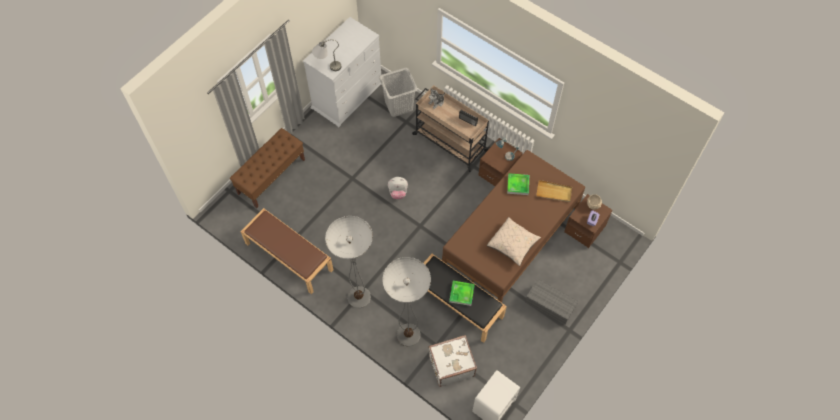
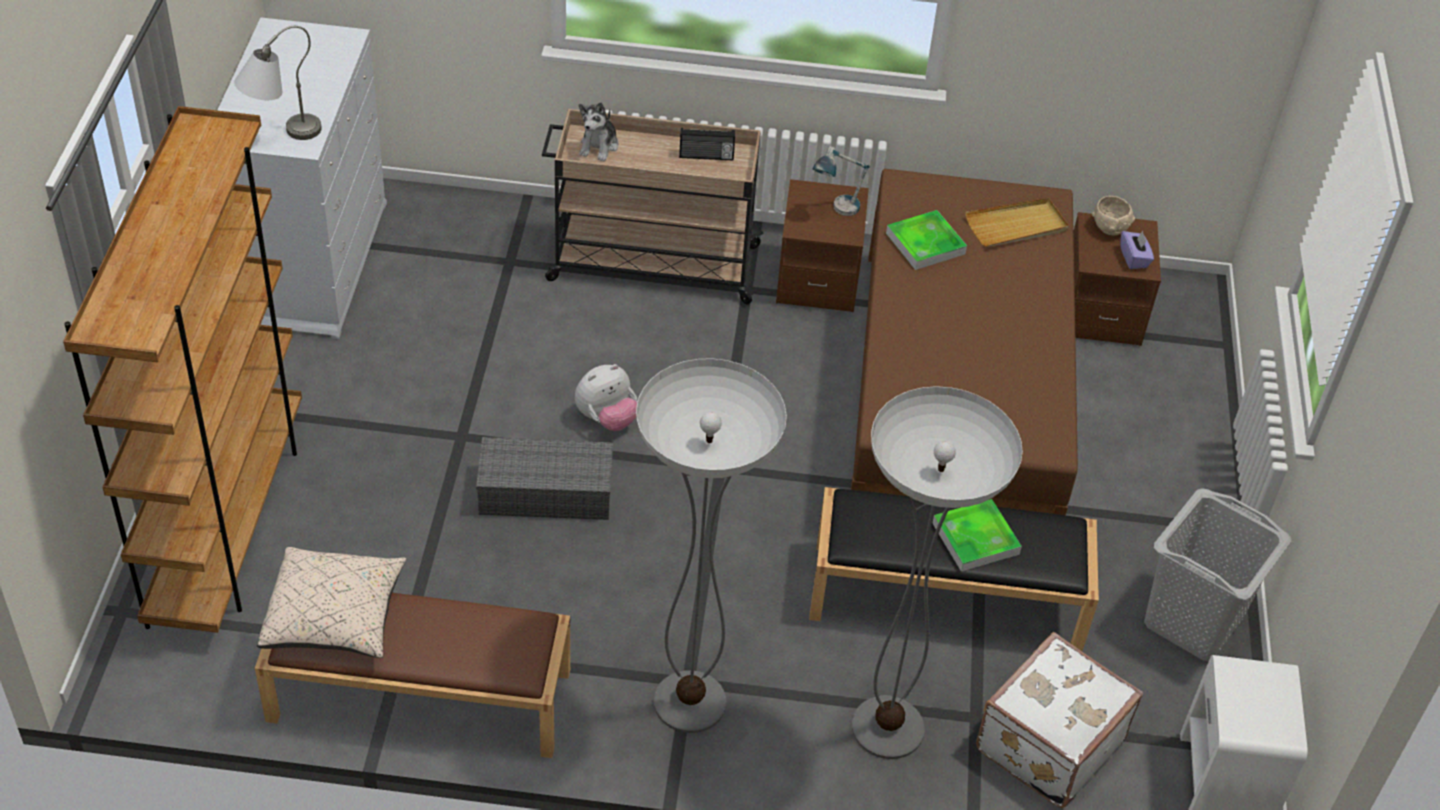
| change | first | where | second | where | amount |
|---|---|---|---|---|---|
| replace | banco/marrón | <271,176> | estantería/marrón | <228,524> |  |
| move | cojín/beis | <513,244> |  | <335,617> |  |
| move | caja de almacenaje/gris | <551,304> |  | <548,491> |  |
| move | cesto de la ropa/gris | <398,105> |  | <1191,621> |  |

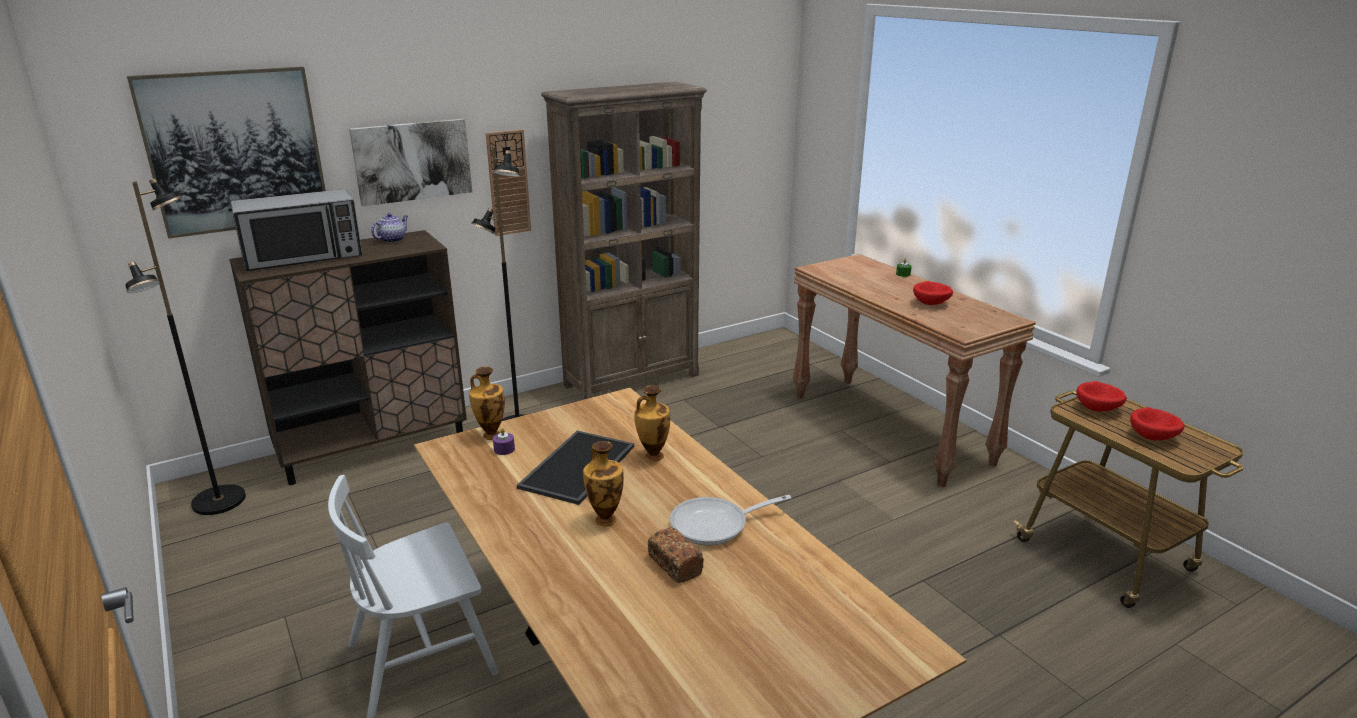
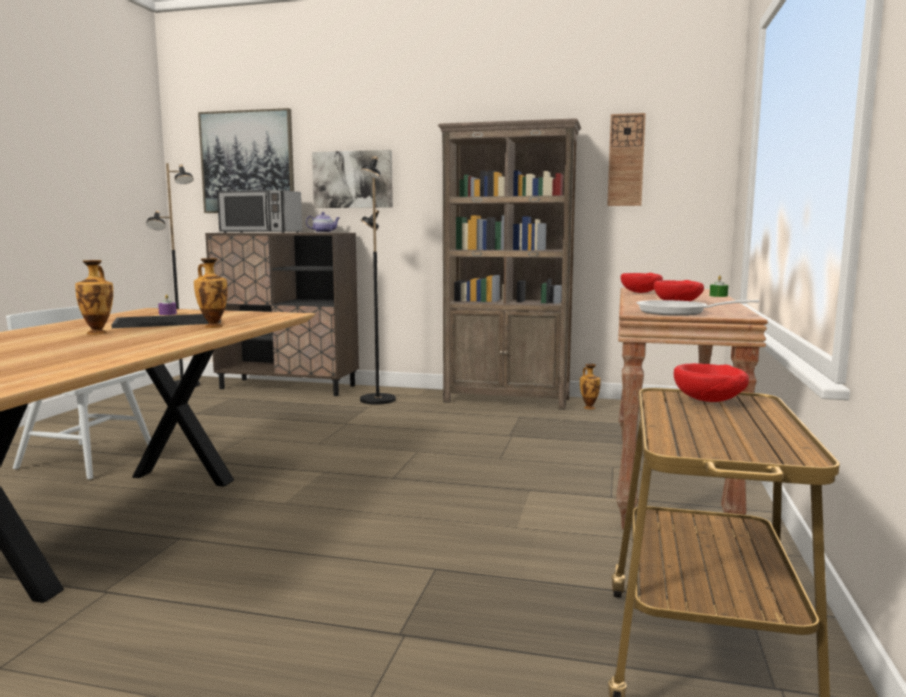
| change | first | where | second | where | amount |
|---|---|---|---|---|---|
| move | florero | <490,435> |  | <589,407> |  |
| move | reloj de pared | <508,183> |  | <626,160> |  |
| move | cuenco/rojo | <1153,437> |  | <641,293> |  |
| move | sartén | <715,525> |  | <678,312> |  |
| delete | pan | <674,565> |  |  |  |

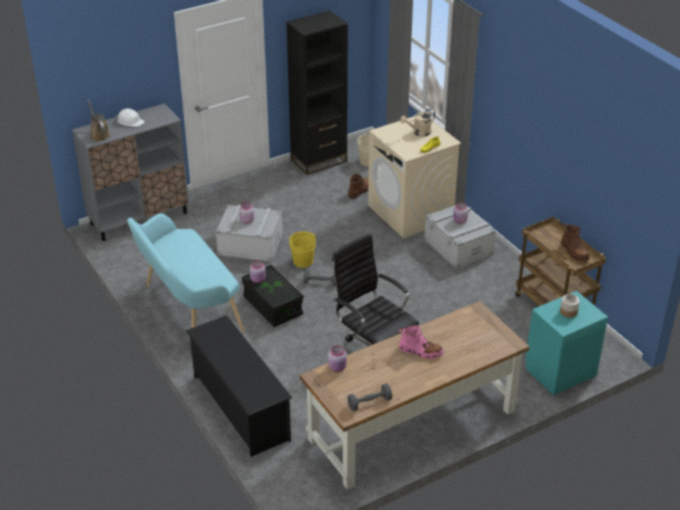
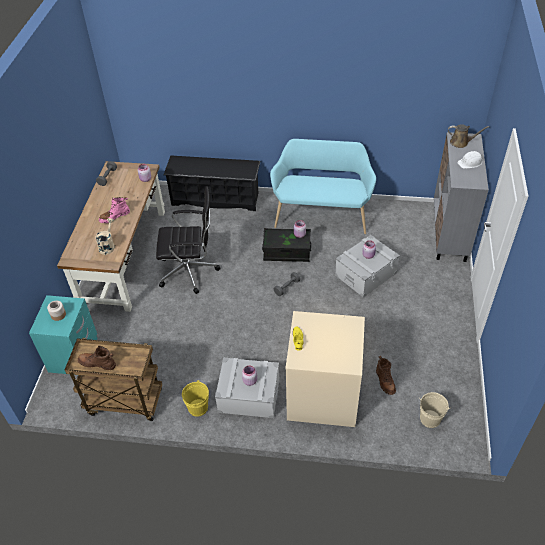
| change | first | where | second | where | amount |
|---|---|---|---|---|---|
| move | regadera/beis | <419,133> |  | <107,246> |  |
| move | cubo/amarillo | <303,261> |  | <198,408> |  |
| delete | estantería/negro | <319,160> |  |  |  |

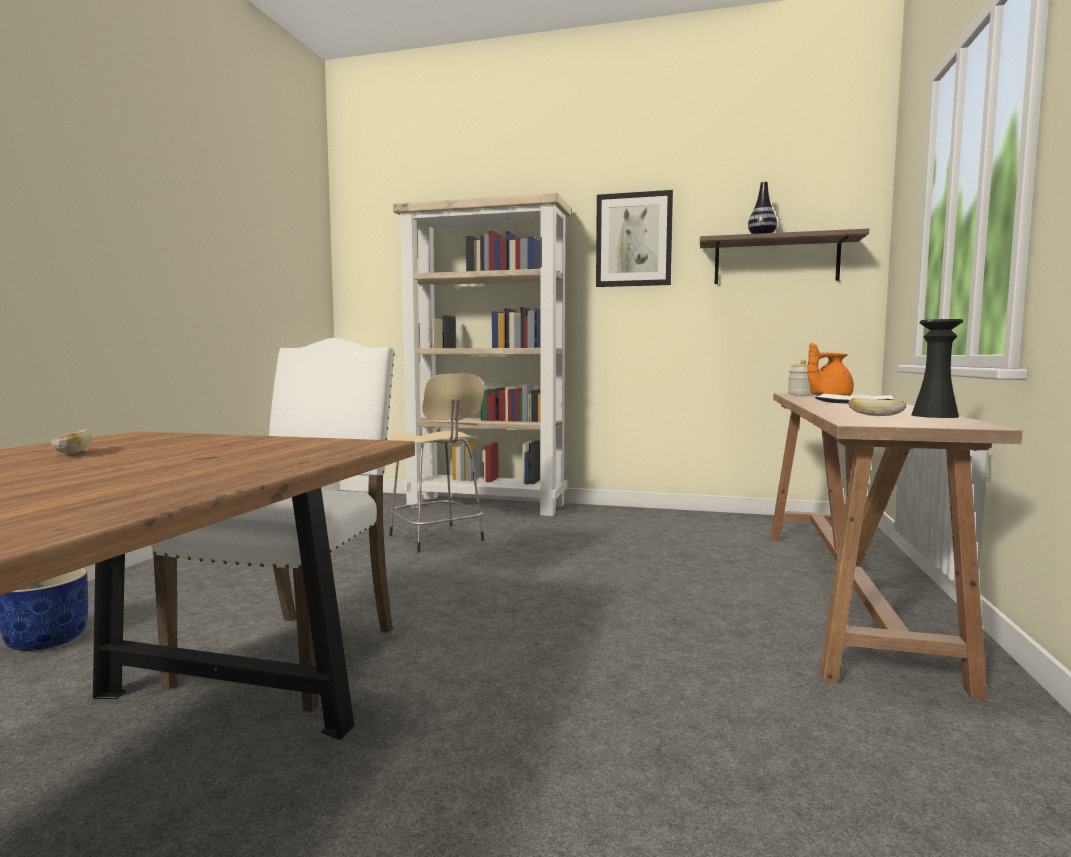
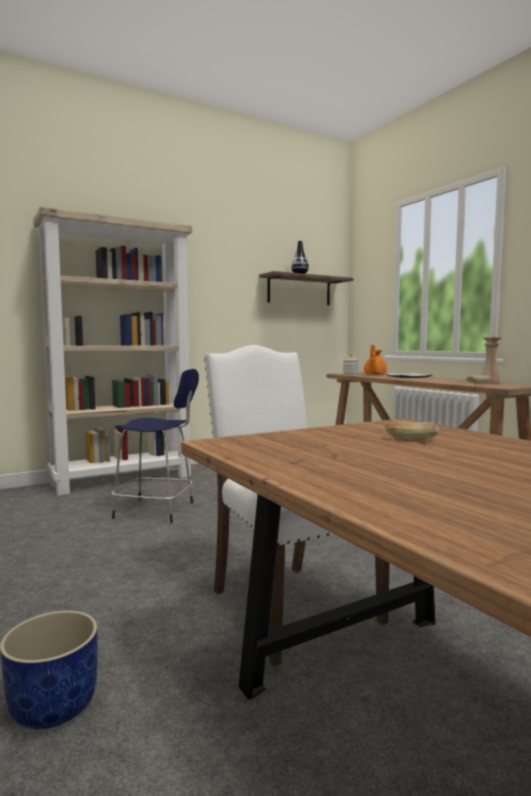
| change | first | where | second | where | amount |
|---|---|---|---|---|---|
| recolor | taburete/beis | <437,539> | taburete/azul | <157,510> |  |
| move | pan | <72,453> |  | <411,439> |  |
| recolor | florero/negro | <934,416> | florero/beis | <489,382> |  |
| delete | cuadro | <634,240> |  |  |  |

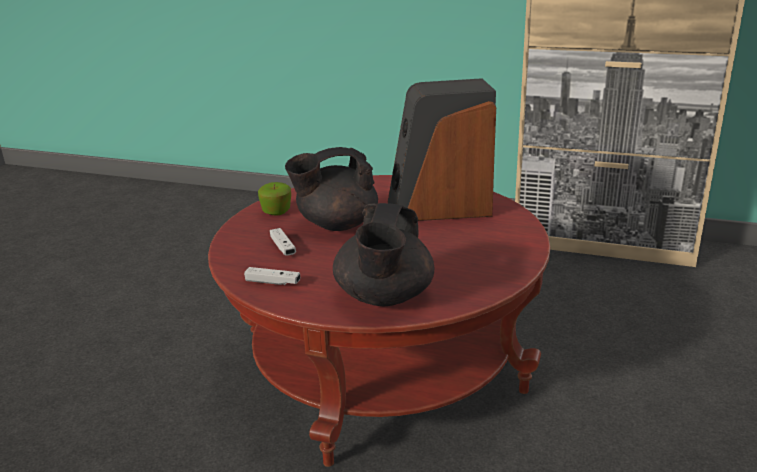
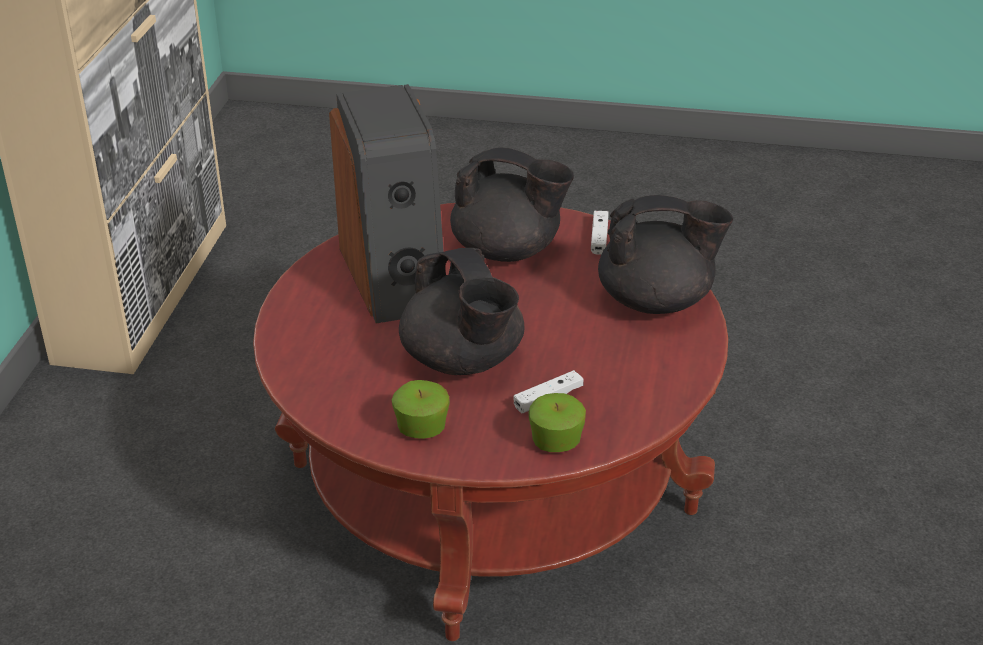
| change | first | where | second | where | amount |
|---|---|---|---|---|---|
| insert |  |  | tetera/negro | <507,250> |  |
| insert |  |  | manzana | <555,442> |  |
| move | mando de consola/blanco | <273,282> |  | <599,238> |  |

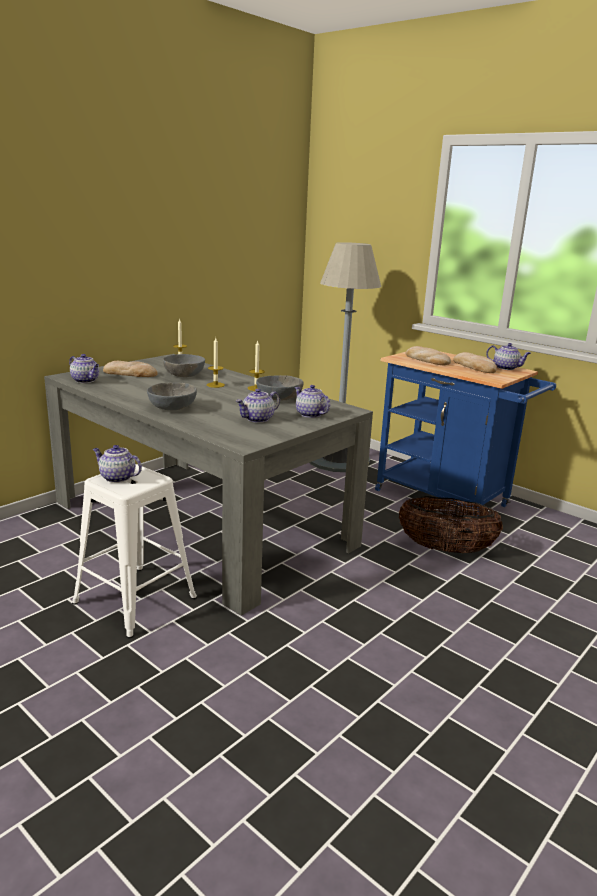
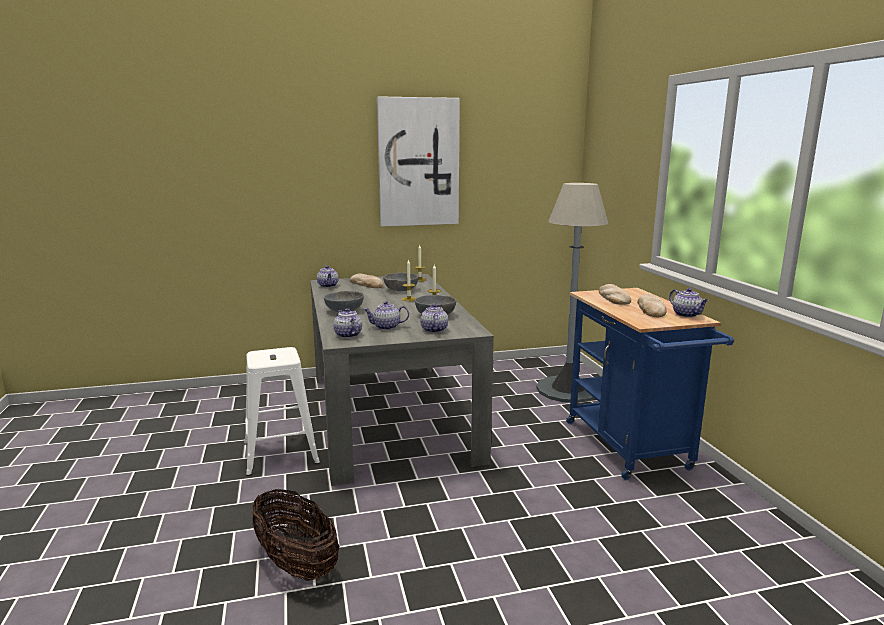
| change | first | where | second | where | amount |
|---|---|---|---|---|---|
| move | cesta | <445,549> |  | <296,564> |  |
| move | tetera | <116,478> |  | <347,335> |  |
| insert |  |  | cuadro | <418,162> |  |

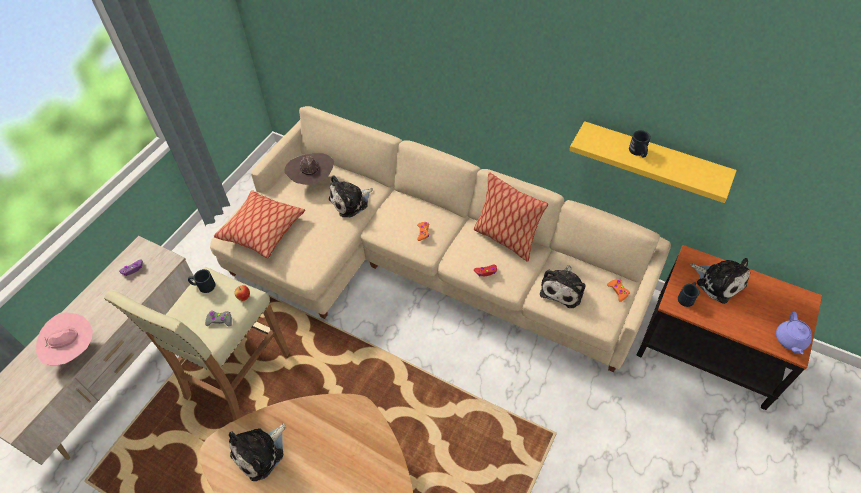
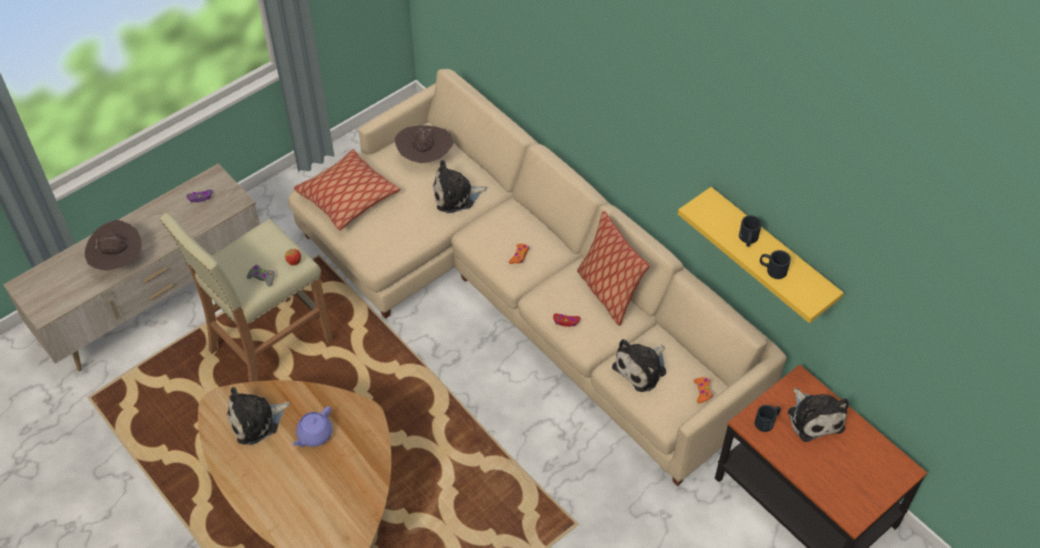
| change | first | where | second | where | amount |
|---|---|---|---|---|---|
| recolor | sombrero/rosa | <74,350> | sombrero/marrón | <119,261> |  |
| move | tetera/morado | <790,340> |  | <314,435> |  |
| move | taza grande/negro | <203,286> |  | <772,269> |  |

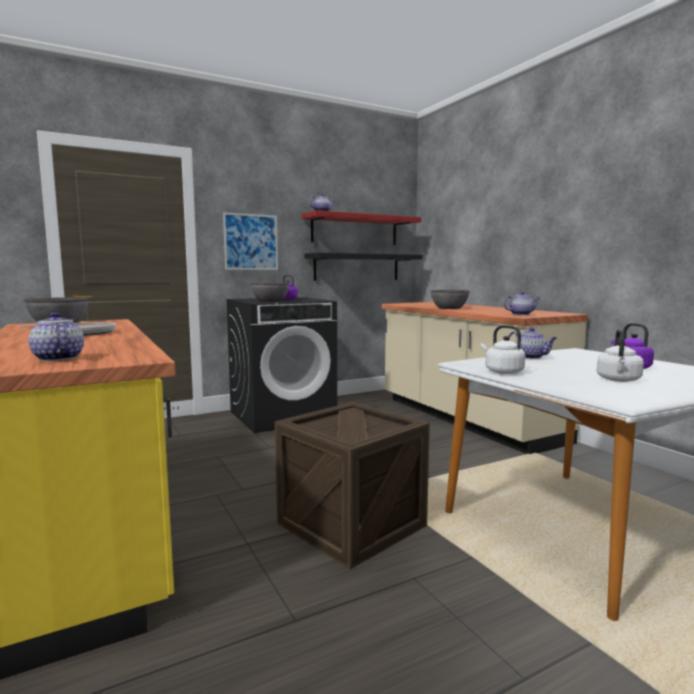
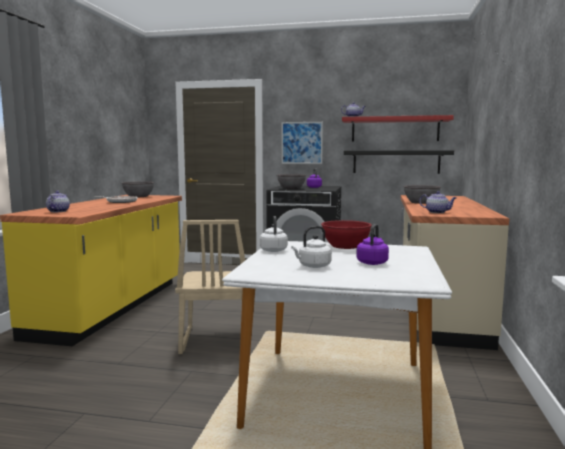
| change | first | where | second | where | amount |
|---|---|---|---|---|---|
| replace | caja de embalaje | <351,524> | silla/beis | <216,340> |  |
| replace | tetera | <531,357> | cuenco/rojo | <345,246> |  |

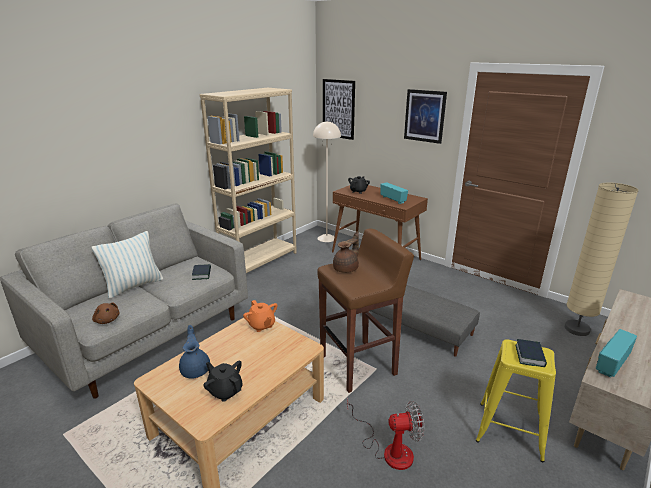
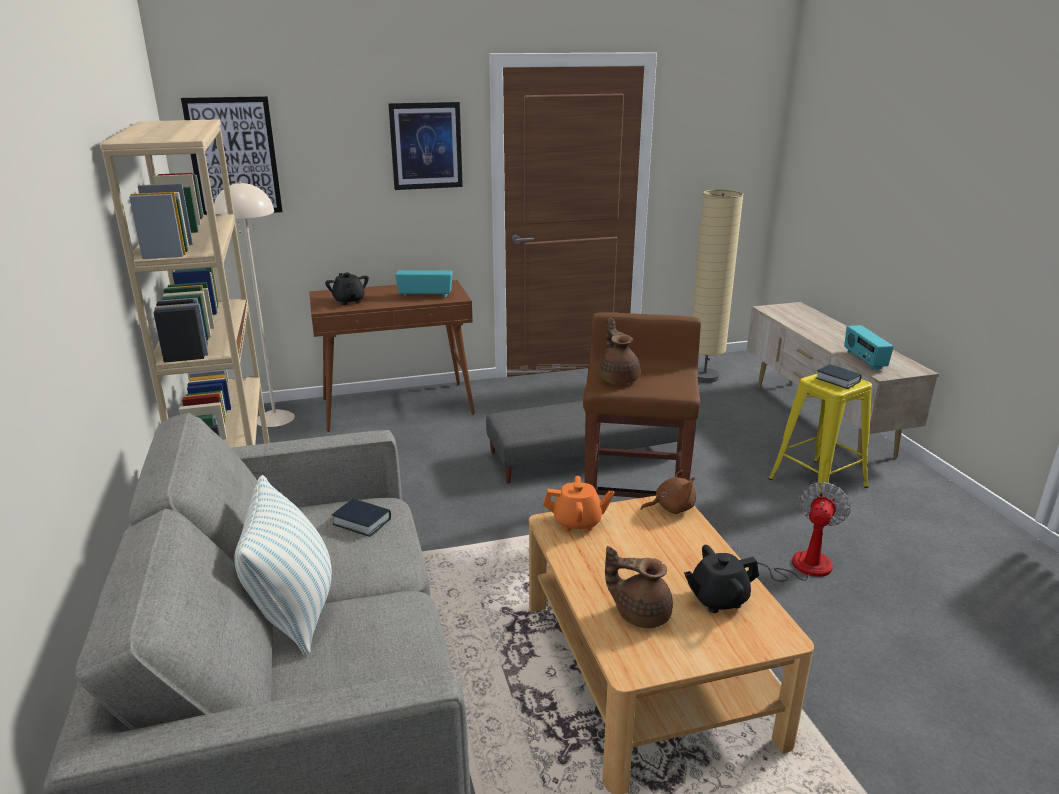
| change | first | where | second | where | amount |
|---|---|---|---|---|---|
| recolor | tetera/azul | <196,369> | tetera/marrón | <640,613> |  |
| move | peluche/marrón | <107,320> |  | <671,508> |  |

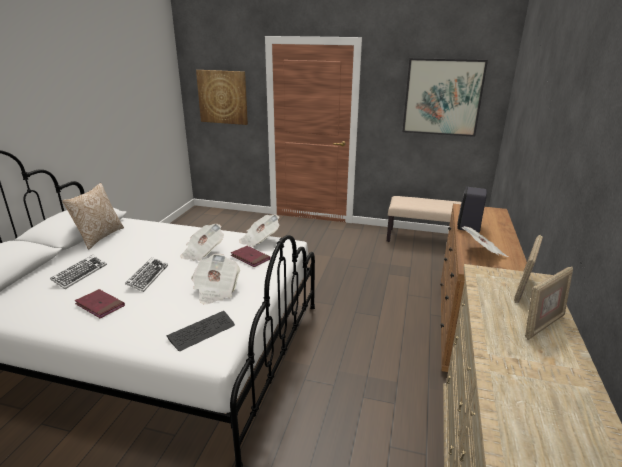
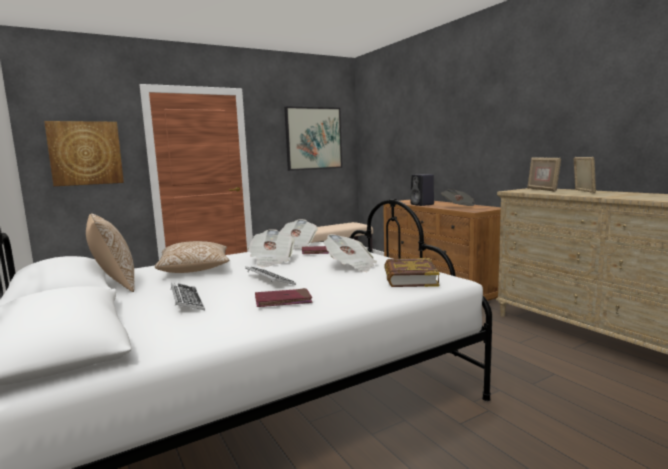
| change | first | where | second | where | amount |
|---|---|---|---|---|---|
| insert |  |  | cojín | <195,269> |  |
| replace | teclado | <202,331> | libro | <409,278> |  |

